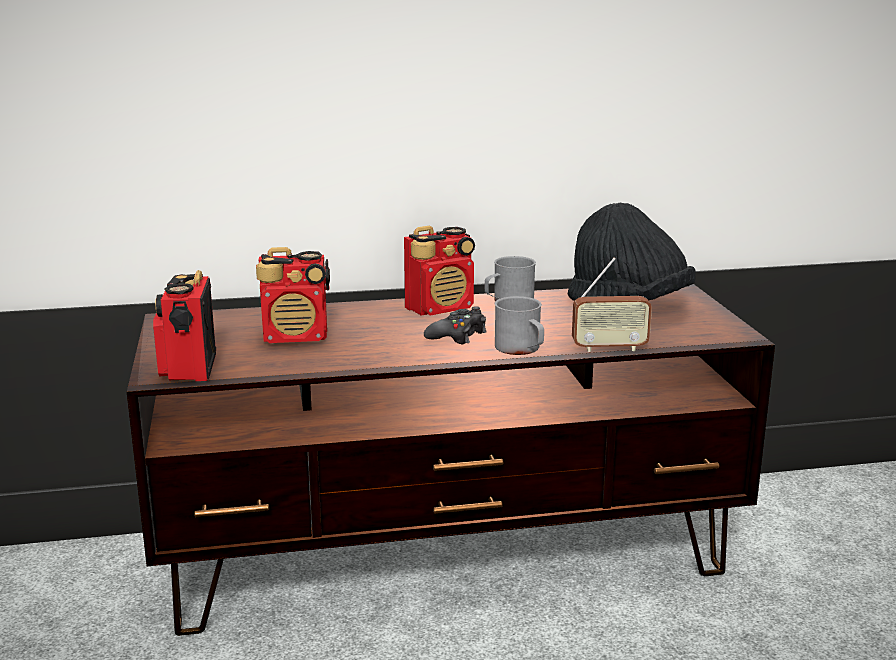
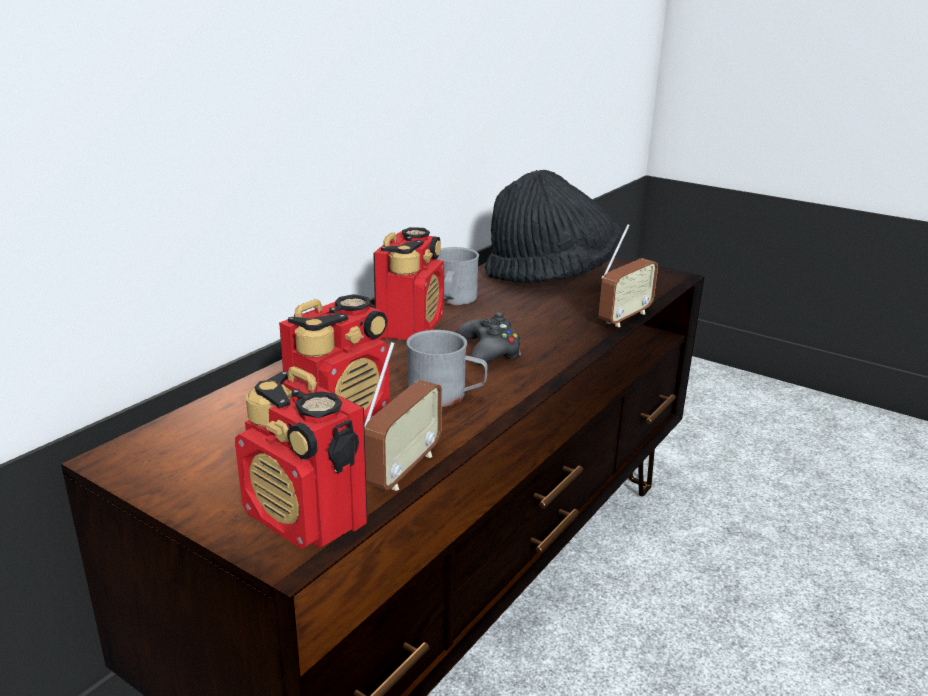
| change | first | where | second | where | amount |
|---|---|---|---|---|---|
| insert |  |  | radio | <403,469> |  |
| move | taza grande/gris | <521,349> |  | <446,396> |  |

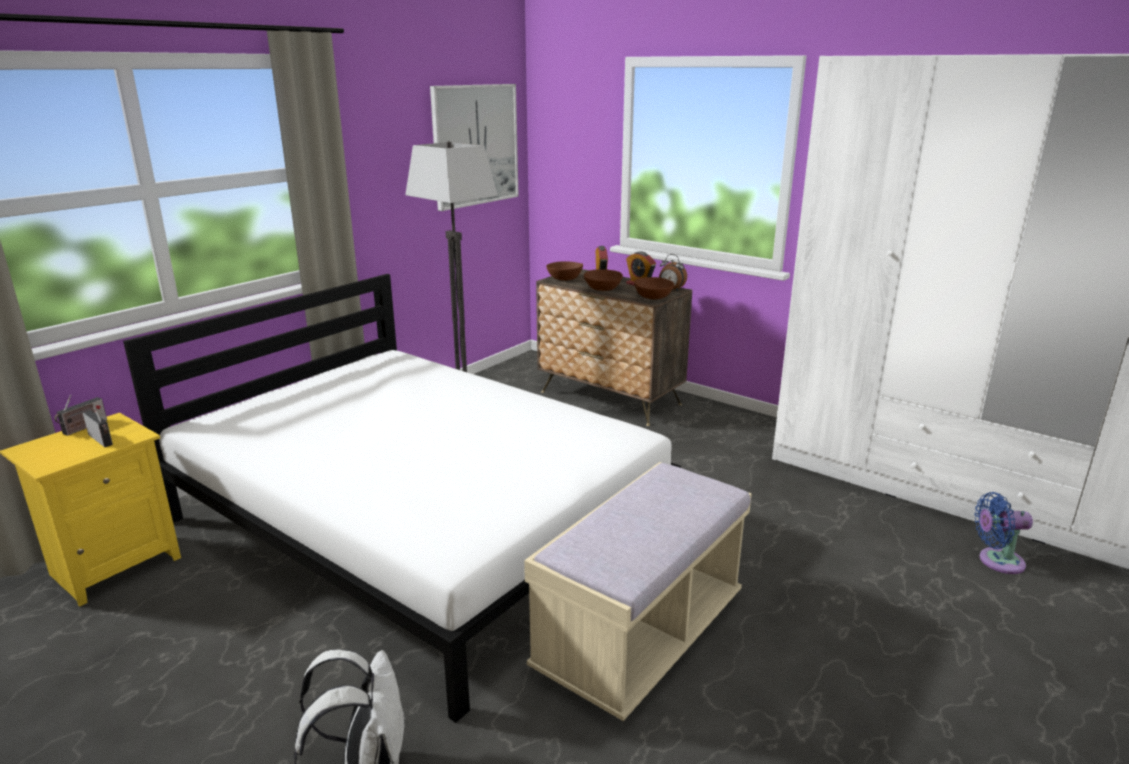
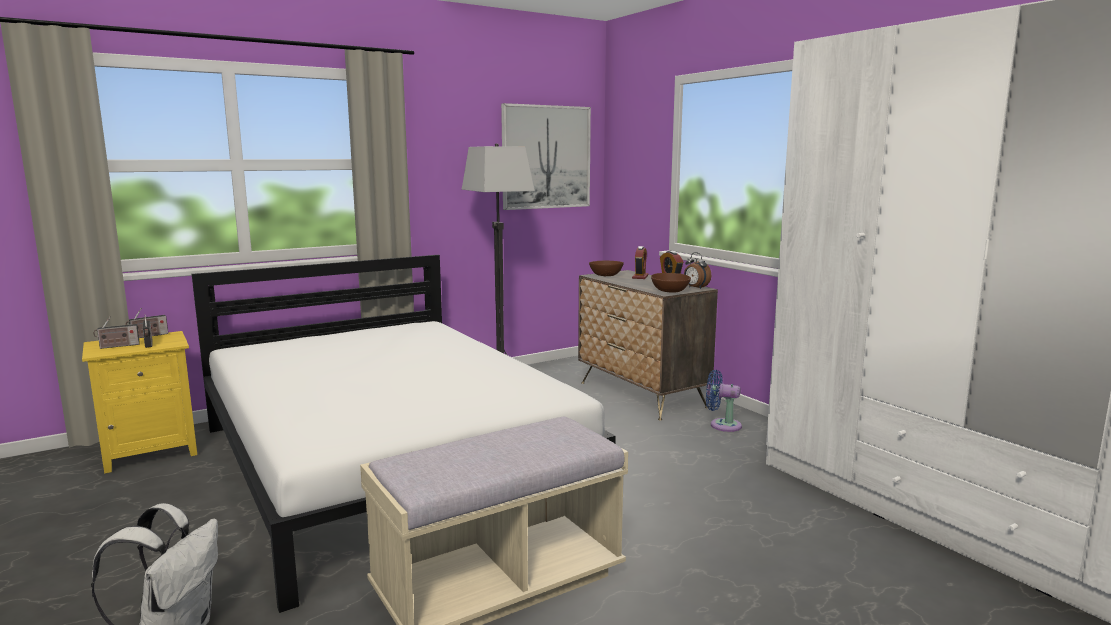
| change | first | where | second | where | amount |
|---|---|---|---|---|---|
| insert |  |  | radio | <117,346> |  |
| move | ventilador/azul | <996,561> |  | <722,425> |  |
| delete | cuenco/marrón | <603,289> |  |  |  |

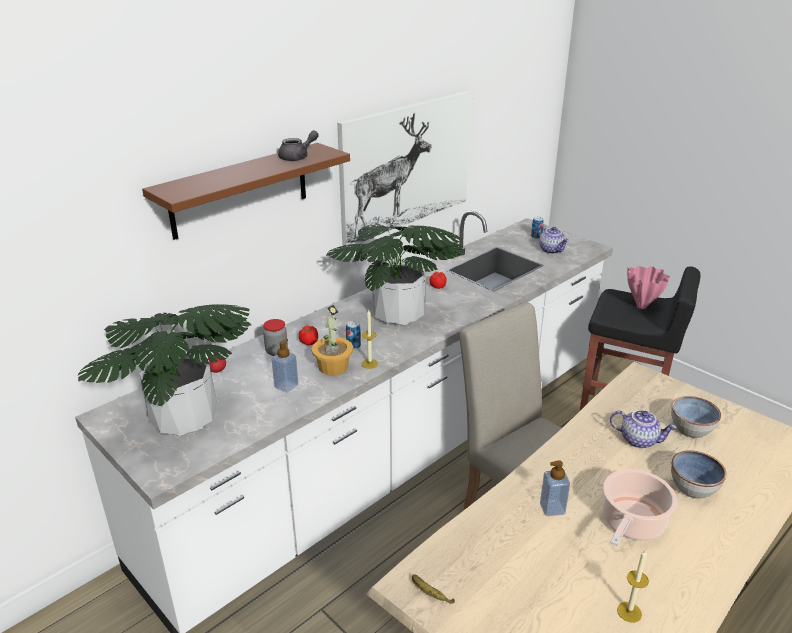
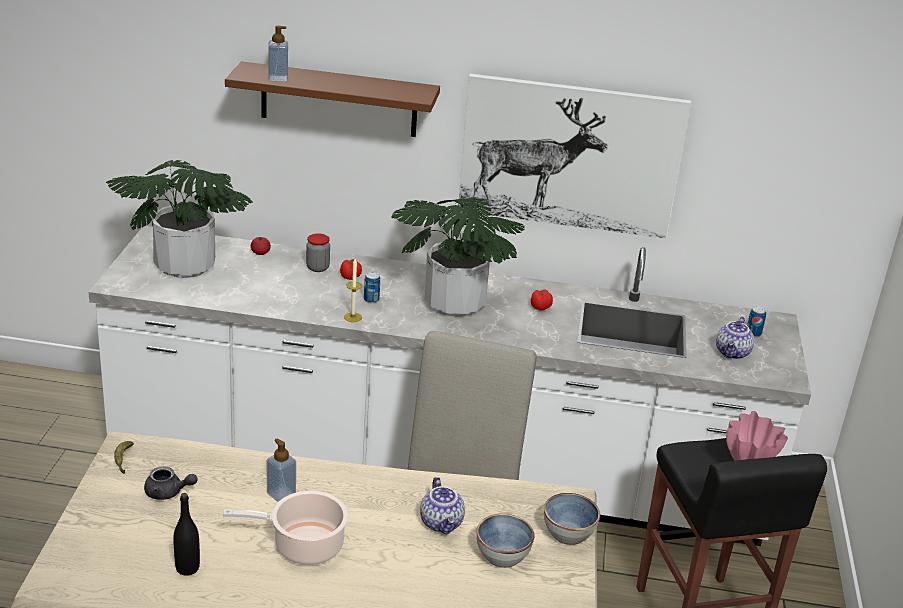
| change | first | where | second | where | amount |
|---|---|---|---|---|---|
| move | tetera/gris | <298,157> |  | <168,493> |  |
| replace | vela | <629,612> | botella/negro | <187,568> |  |
| move | dispensador de jabón | <286,386> |  | <278,78> |  |
| move | cuenco | <693,488> |  | <568,534> |  |
| delete | planta en maceta | <333,366> |  |  |  |

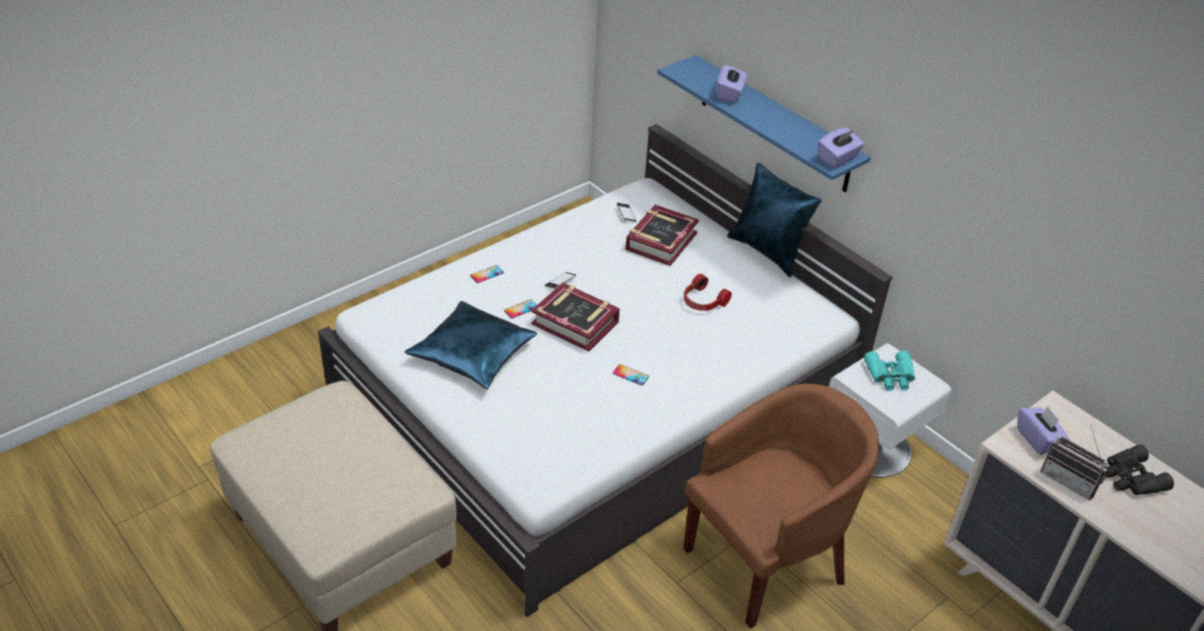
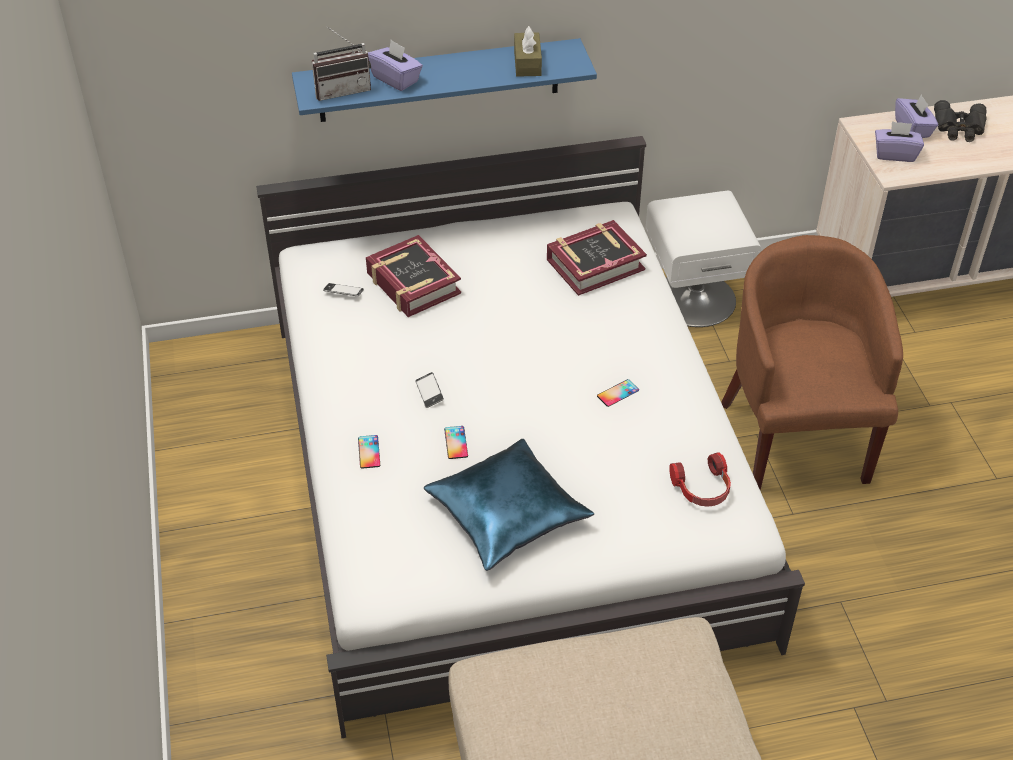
| change | first | where | second | where | amount |
|---|---|---|---|---|---|
| move | radio | <1070,480> |  | <342,90> |  |
| insert |  |  | caja de pañuelos/marrón | <527,63> |  |
| move | libro | <575,323> |  | <595,264> |  |
| move | auriculares | <702,302> |  | <702,489> |  |
| move | caja de pañuelos/morado | <838,159> |  | <913,129> |  |
| delete | cojín/azul | <768,251> |  |  |  |
| delete | prismáticos/turquesa | <891,376> |  |  |  |

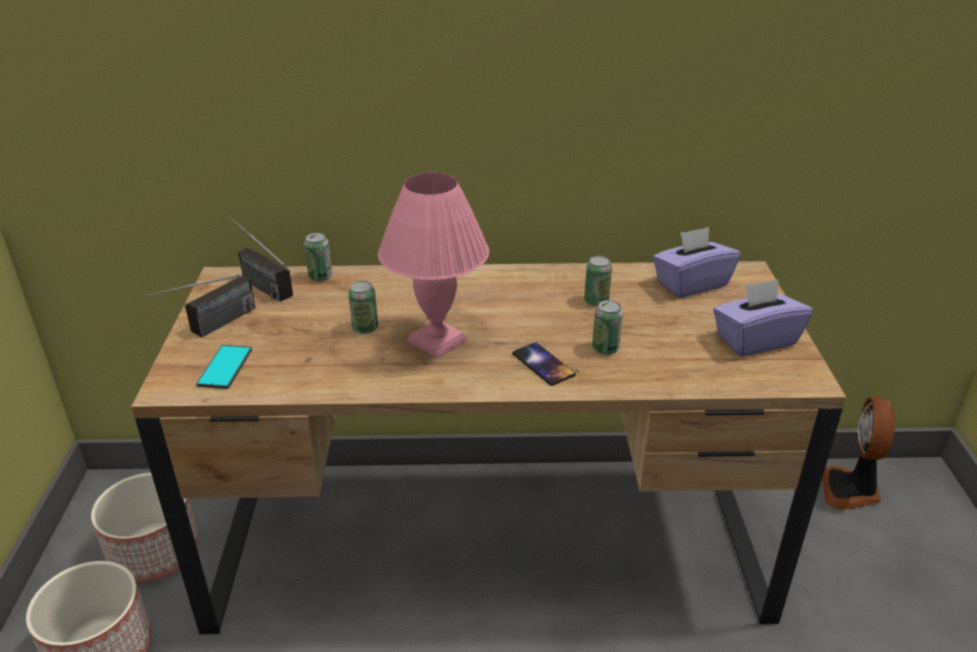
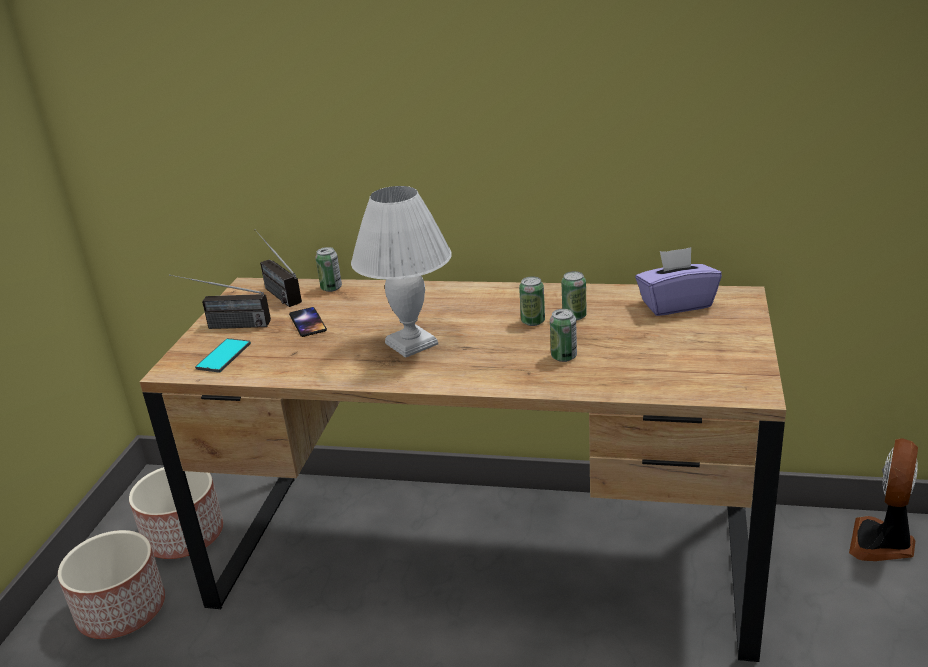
| change | first | where | second | where | amount |
|---|---|---|---|---|---|
| rotate | radio | <210,328> |  | <223,325> | 45 degrees clockwise |
| move | móvil | <543,364> |  | <308,322> |  |
| recolor | lámpara de mesa/rosa | <438,341> | lámpara de mesa/blanco | <412,344> |  |
| move | lata | <365,328> |  | <533,321> |  |
| delete | caja de pañuelos/morado | <755,340> |  |  |  |

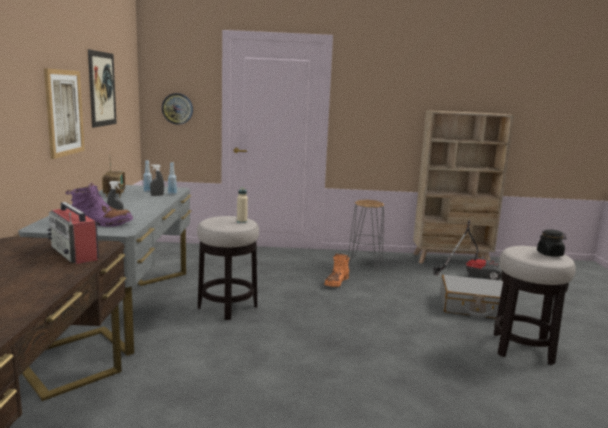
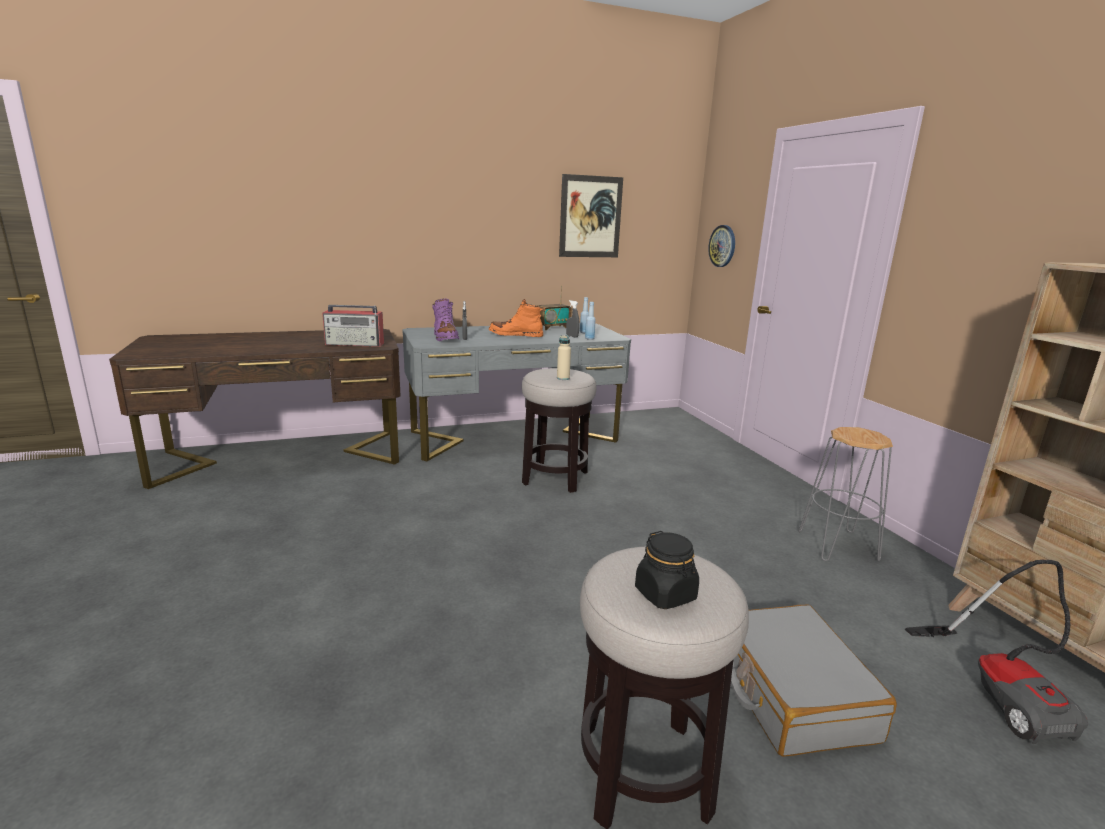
| change | first | where | second | where | amount |
|---|---|---|---|---|---|
| rotate | radio | <74,253> |  | <355,344> | 120 degrees counterclockwise |
| move | bota/naranja | <336,282> |  | <516,335> |  |
| delete | cuadro | <64,112> |  |  |  |

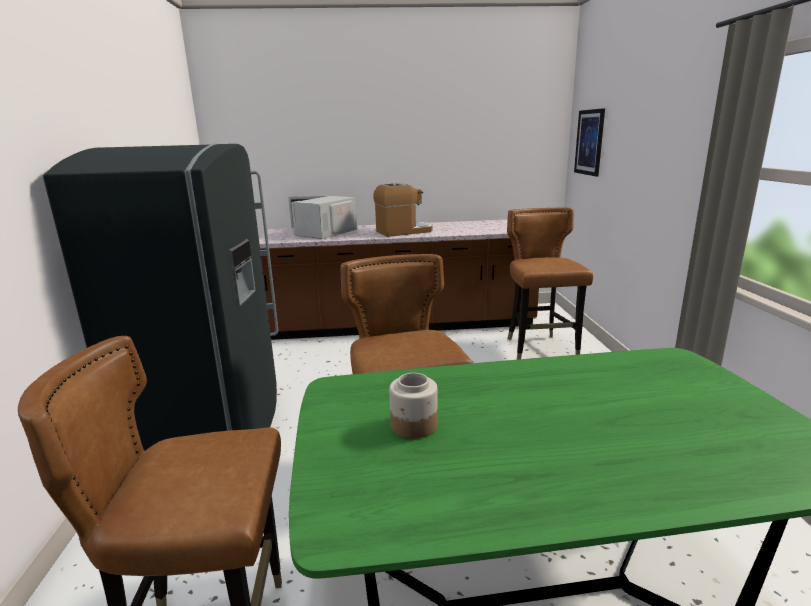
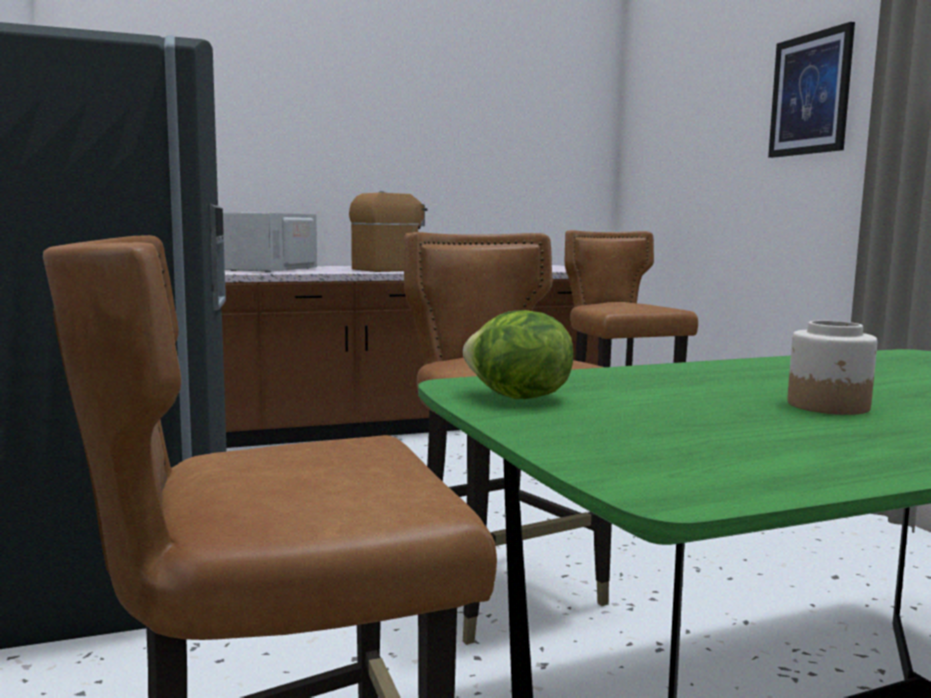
| change | first | where | second | where | amount |
|---|---|---|---|---|---|
| insert |  |  | lechuga | <517,398> |  |
| move | cuadro | <589,142> |  | <810,94> |  |
| move | tarro | <414,425> |  | <828,406> |  |

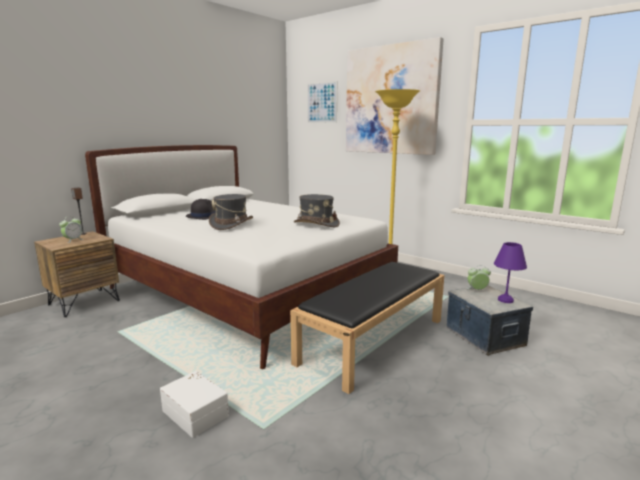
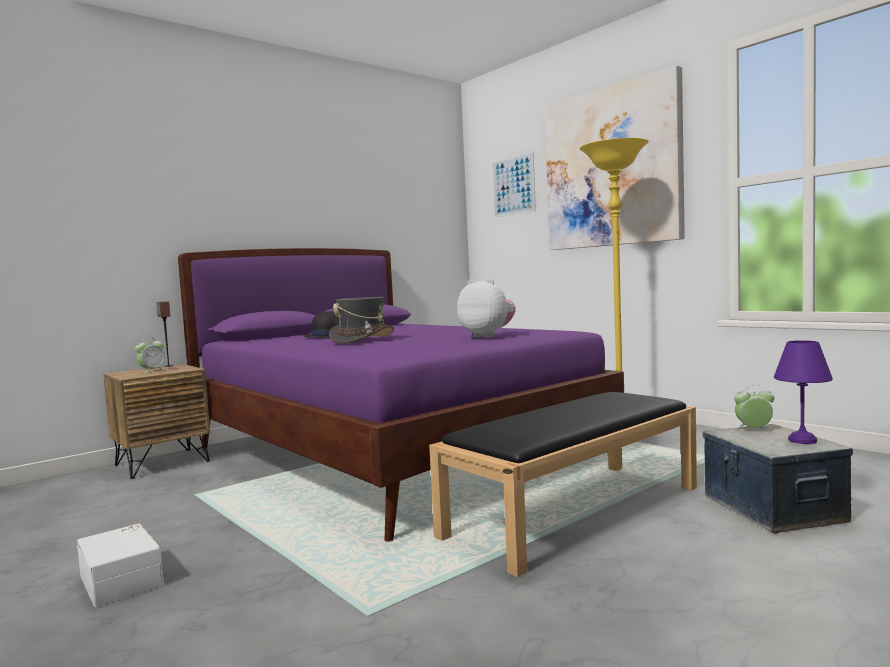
| change | first | where | second | where | amount |
|---|---|---|---|---|---|
| move | caja de almacenaje/blanco | <196,412> |  | <123,580> |  |
| recolor | cama/blanco | <246,292> | cama/morado | <391,452> |  |
| replace | sombrero/gris | <316,224> | peluche | <487,336> |  |

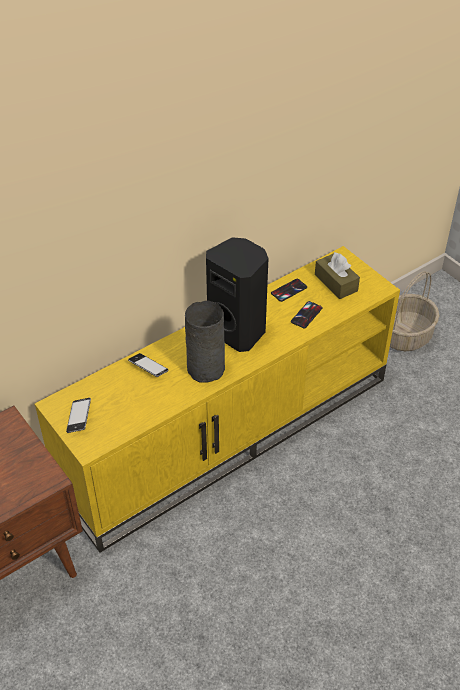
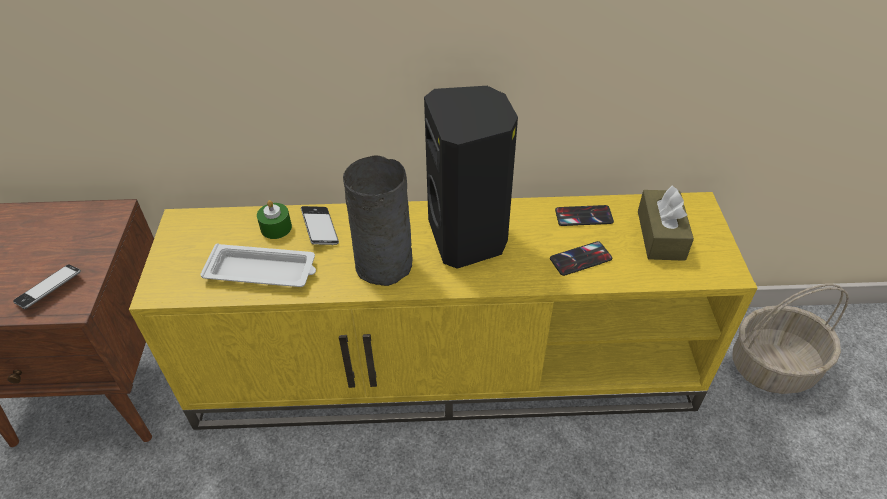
| change | first | where | second | where | amount |
|---|---|---|---|---|---|
| move | móvil | <79,417> |  | <50,290> |  |
| insert |  |  | bandeja/blanco | <263,272> |  |
| insert |  |  | vela/verde | <276,228> |  |

